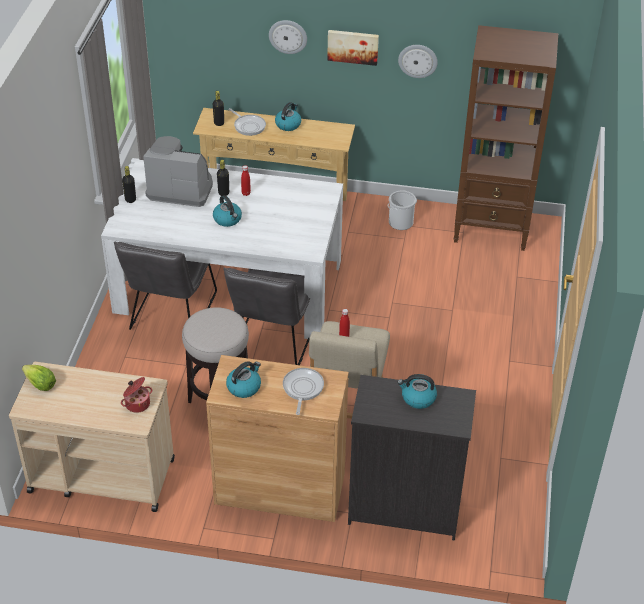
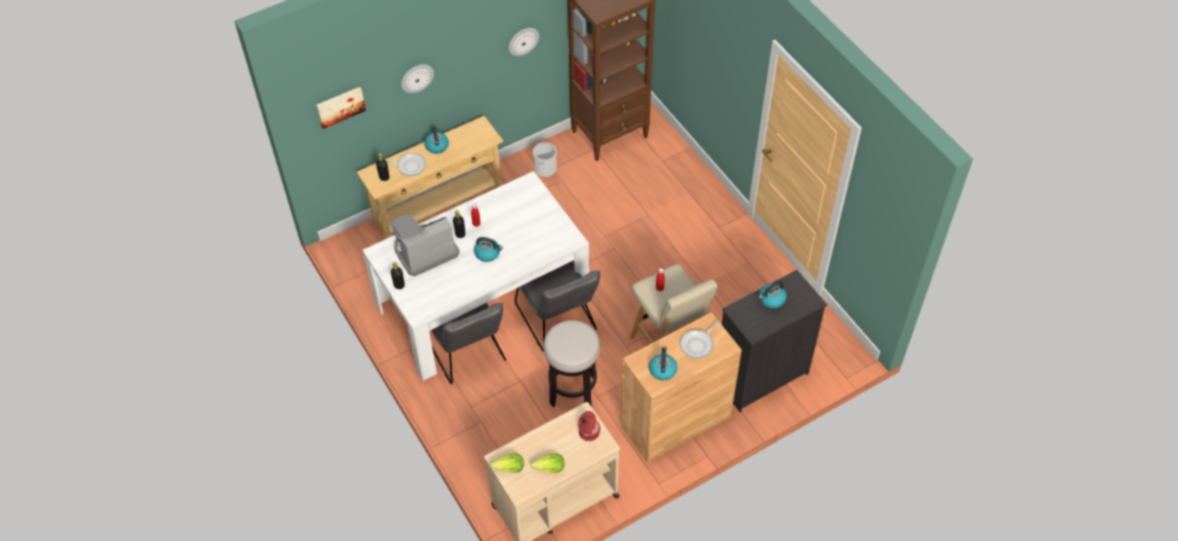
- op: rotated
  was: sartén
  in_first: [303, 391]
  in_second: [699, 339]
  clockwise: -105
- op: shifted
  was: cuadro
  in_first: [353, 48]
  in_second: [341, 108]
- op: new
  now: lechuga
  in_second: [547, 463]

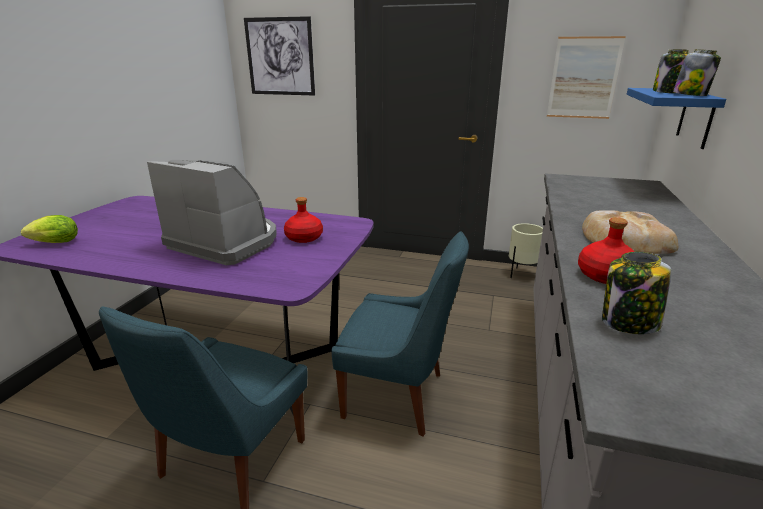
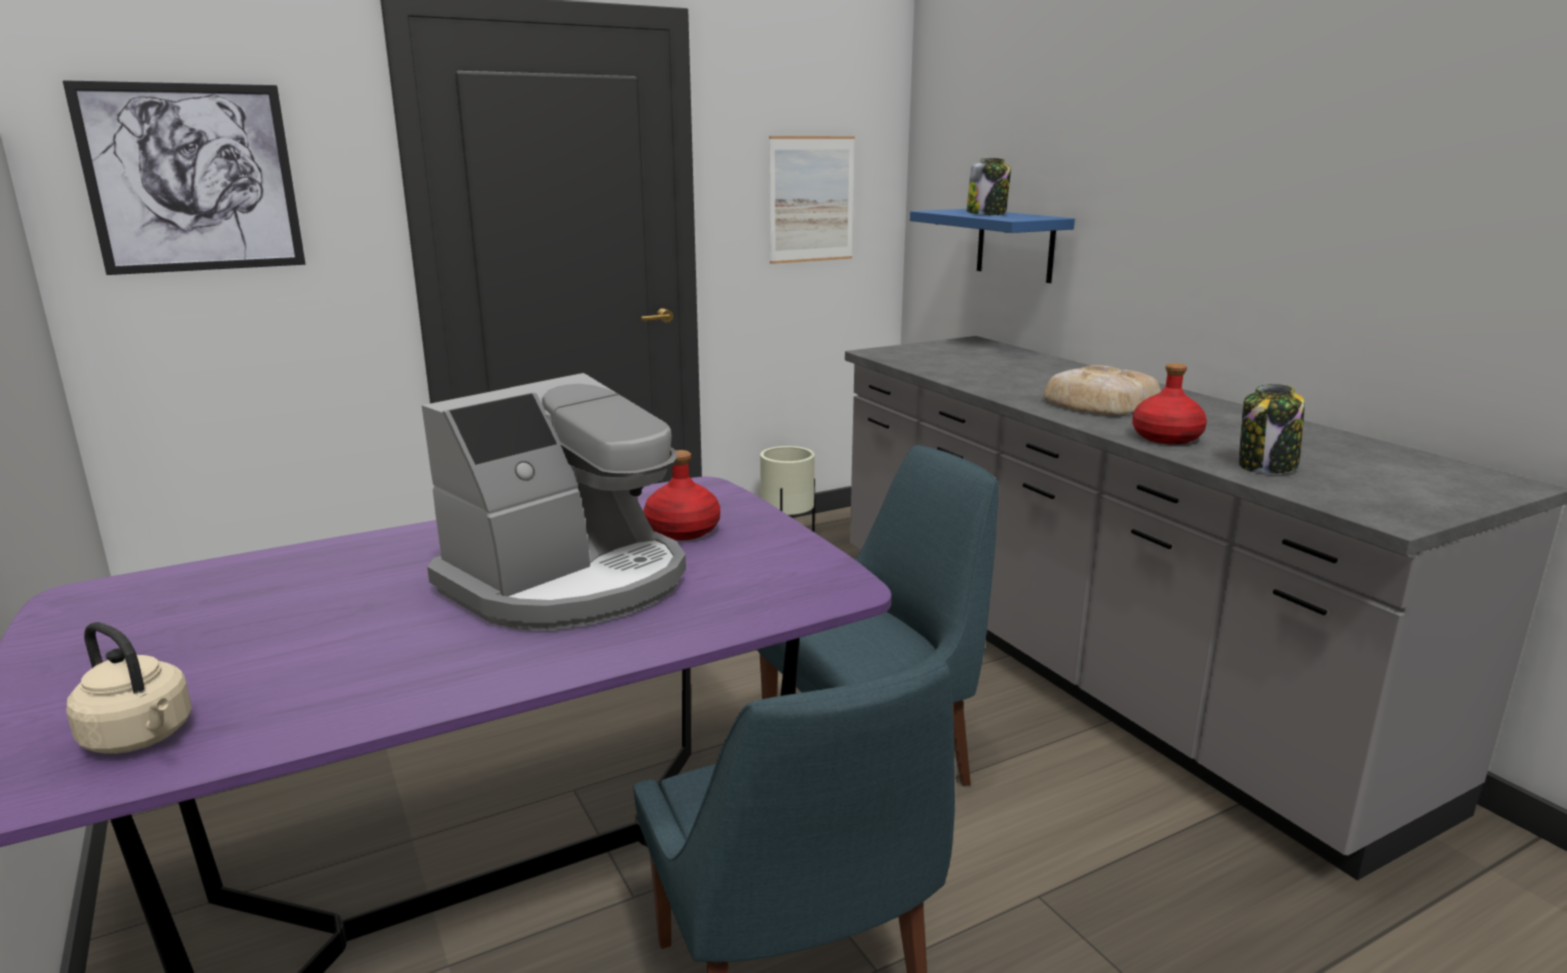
- op: swapped
  was: lechuga
  now: hervidor [beis]
  in_first: [49, 229]
  in_second: [129, 688]
- op: rotated
  was: cafetera
  in_first: [212, 212]
  in_second: [553, 502]
  clockwise: 150
- op: gone
  was: tarro
  in_first: [697, 72]

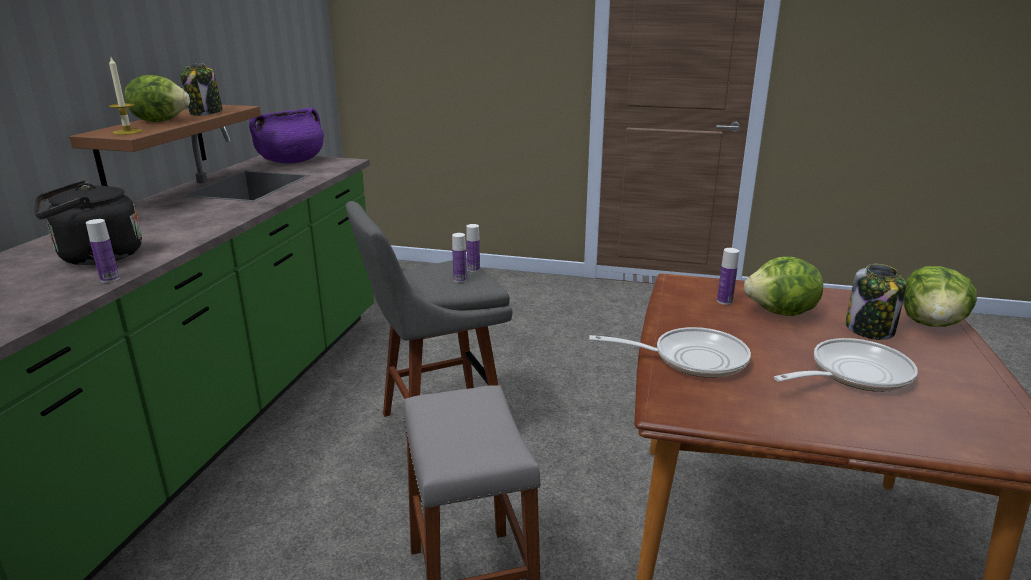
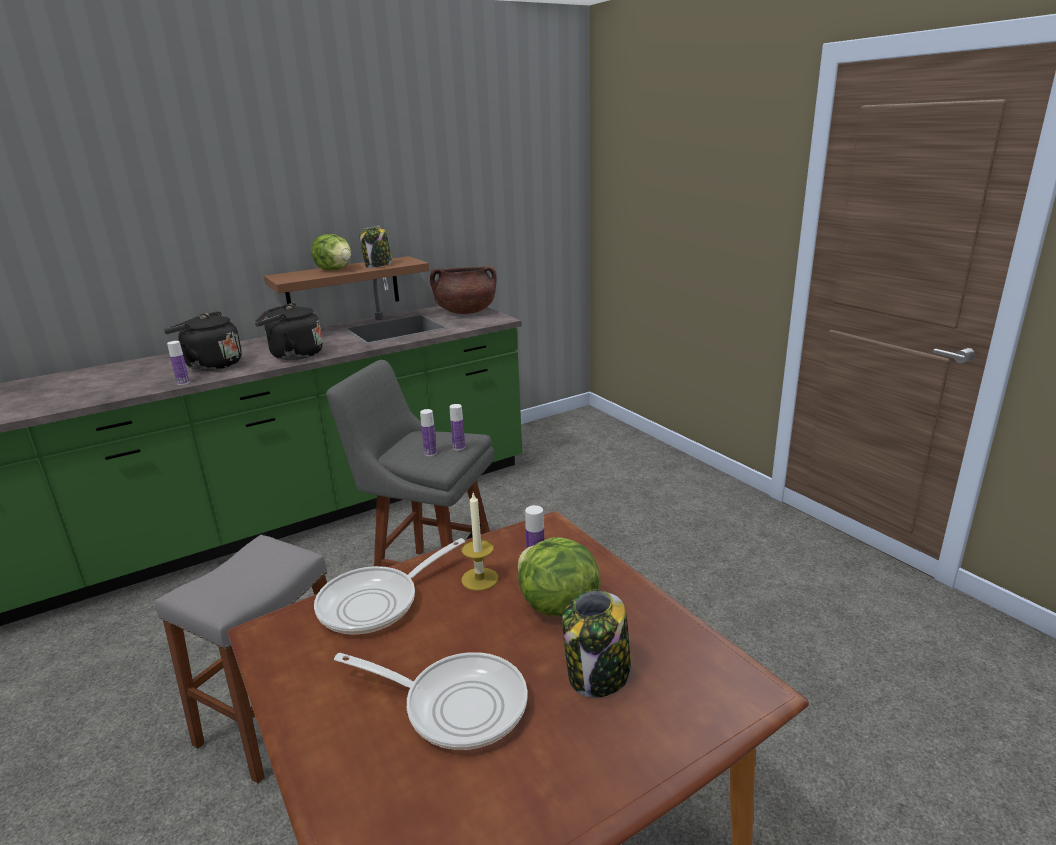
- op: shifted
  was: vela
  in_first: [126, 96]
  in_second: [479, 542]
- op: repainted
  was: olla [morado]
  now: olla [marrón]
  in_first: [286, 135]
  in_second: [463, 290]
- op: rotated
  was: sartén
  in_first: [670, 352]
  in_second: [389, 586]
  clockwise: 90
- op: gone
  was: lechuga
  in_first: [940, 296]
- op: new
  now: hervidor [negro]
  in_second: [289, 331]

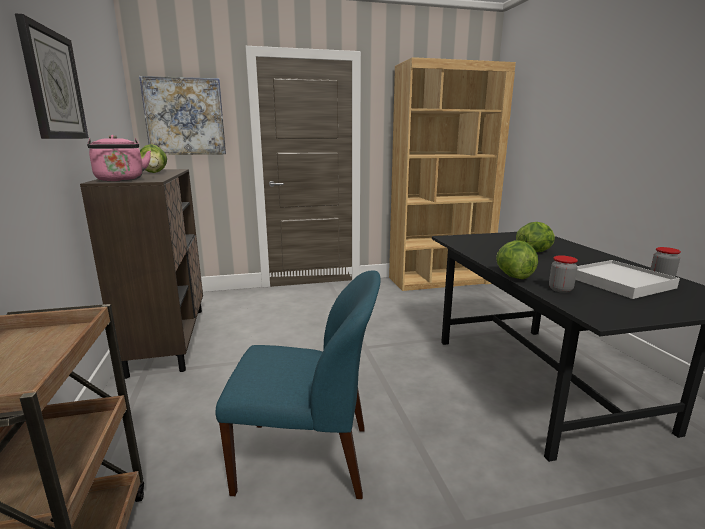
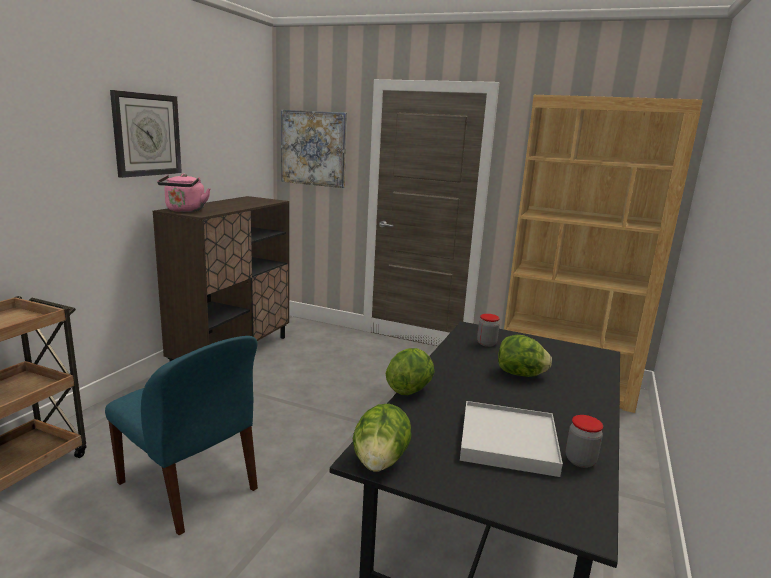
- op: shifted
  was: lechuga
  in_first: [153, 158]
  in_second: [382, 438]
- op: shifted
  was: tarro
  in_first: [563, 274]
  in_second: [488, 330]

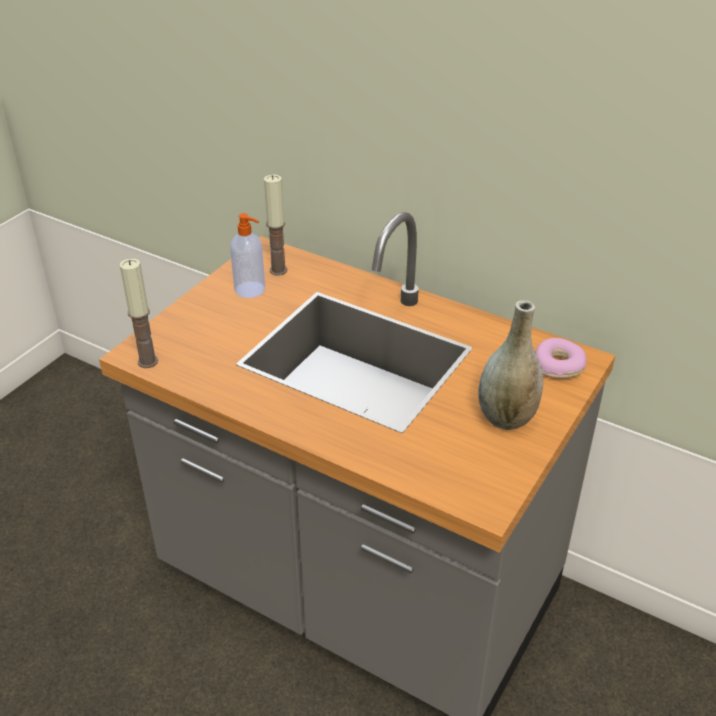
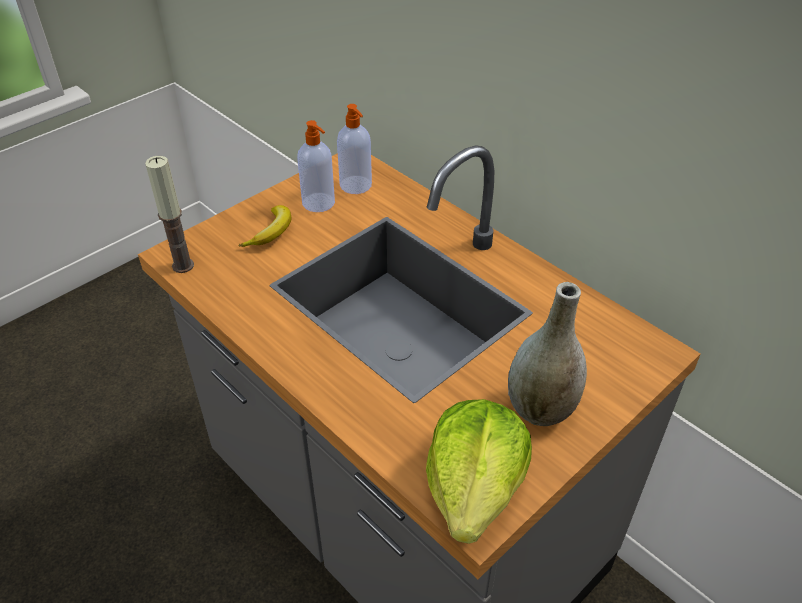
- op: swapped
  was: vela
  now: dispensador de jabón
  in_first: [276, 225]
  in_second: [354, 149]
- op: gone
  was: rosquilla
  in_first: [561, 358]
- op: new
  now: plátano
  in_second: [265, 226]
- op: new
  now: lechuga
  in_second: [479, 471]

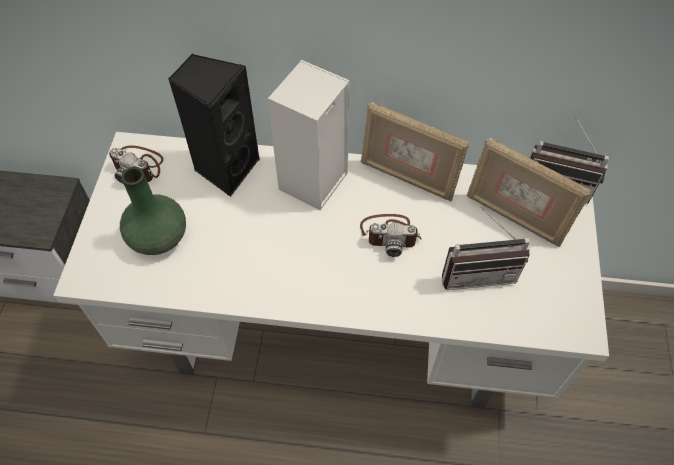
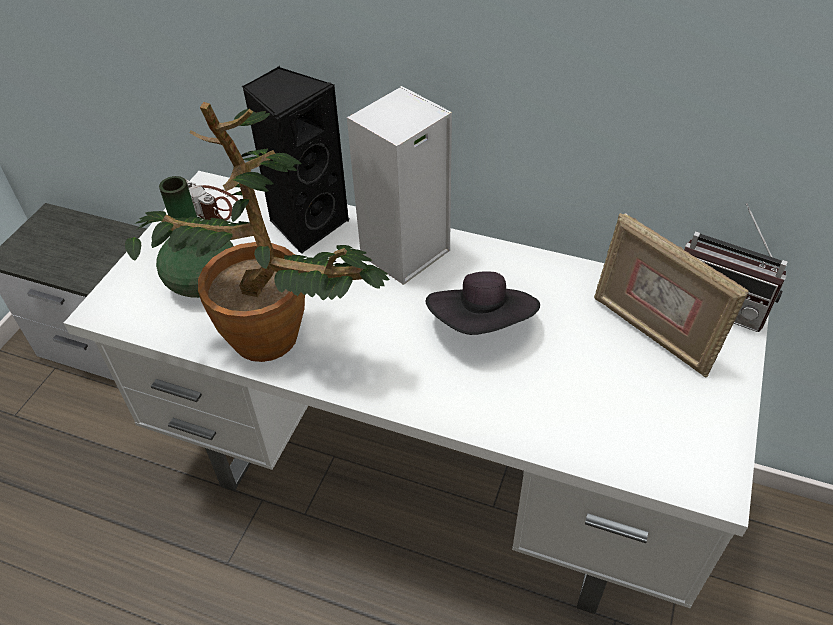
- op: swapped
  was: cámara
  now: sombrero [negro]
  in_first: [391, 235]
  in_second: [482, 303]
- op: gone
  was: portarretratos
  in_first: [415, 152]
- op: gone
  was: radio
  in_first: [486, 248]
- op: new
  now: planta en maceta
  in_second: [257, 232]

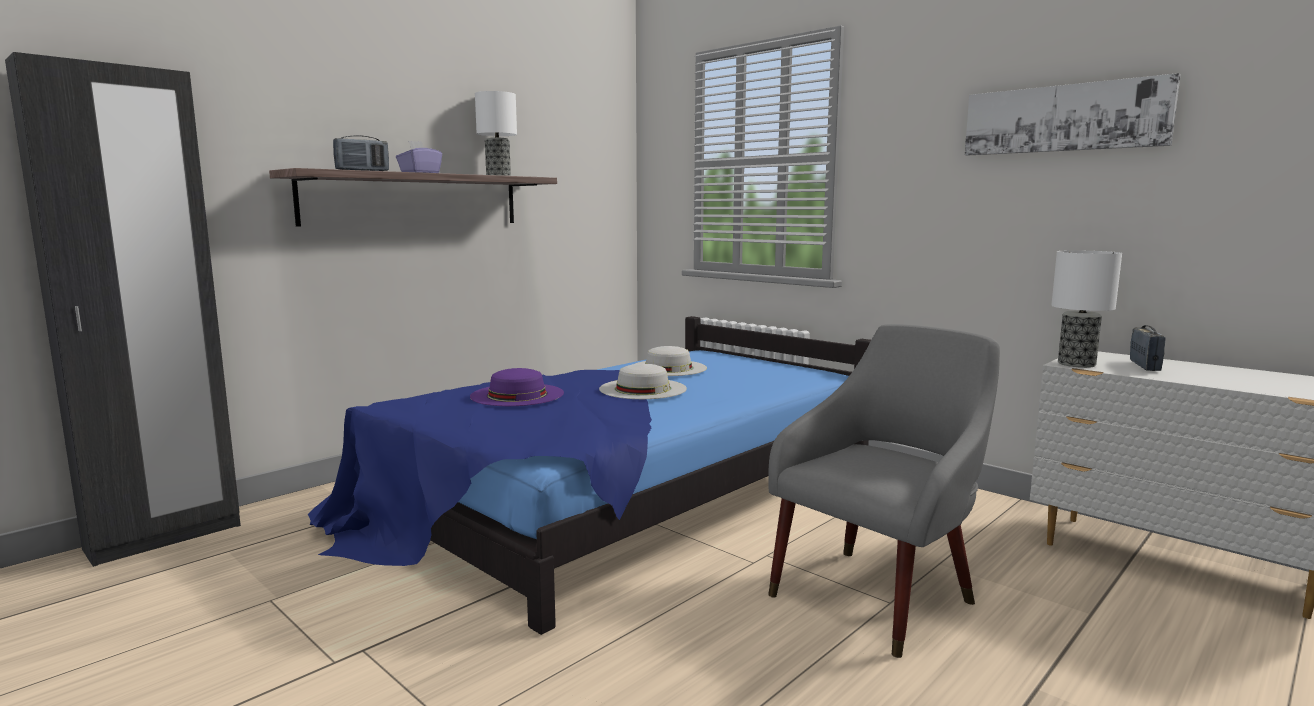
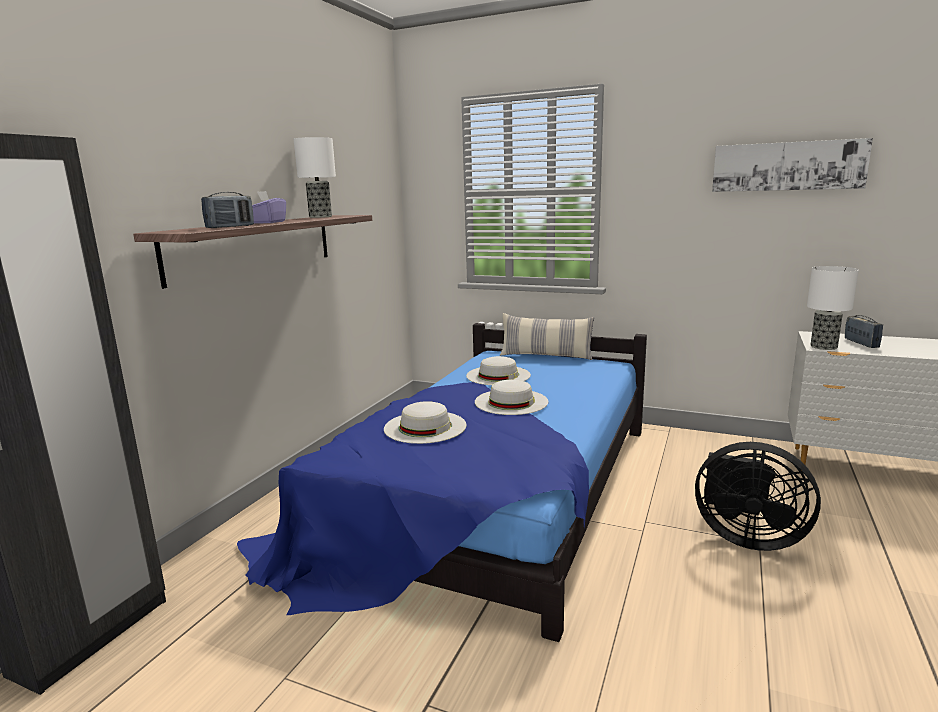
- op: repainted
  was: sombrero [morado]
  now: sombrero [blanco]
  in_first: [517, 387]
  in_second: [425, 422]
- op: swapped
  was: sillón [gris]
  now: ventilador [negro]
  in_first: [884, 491]
  in_second: [758, 496]
- op: new
  now: cojín
  in_second: [547, 336]

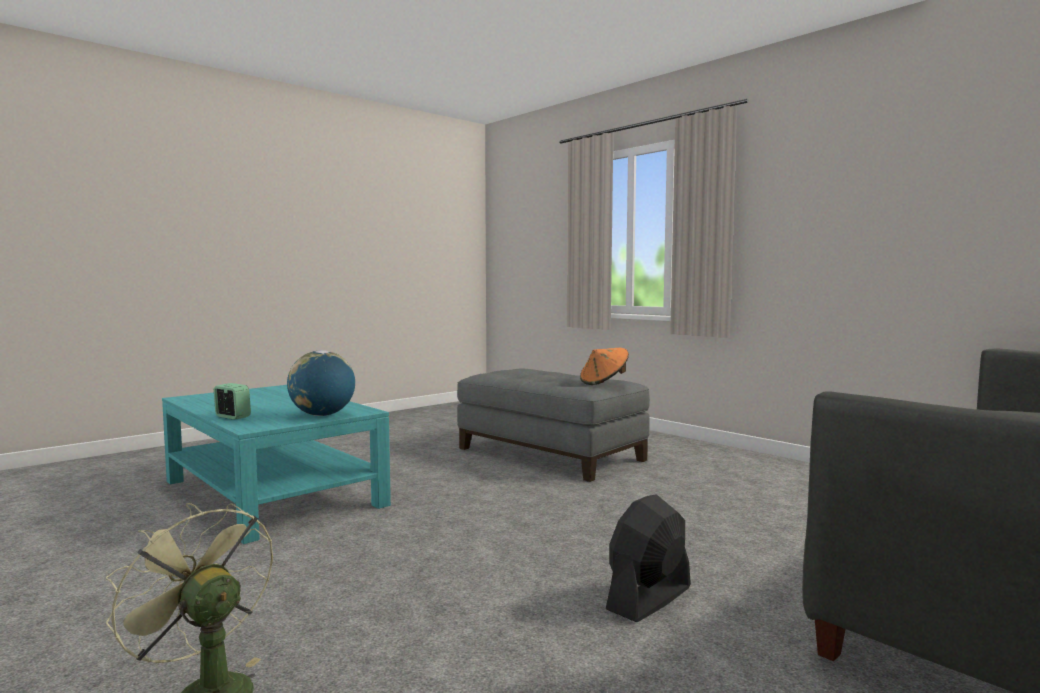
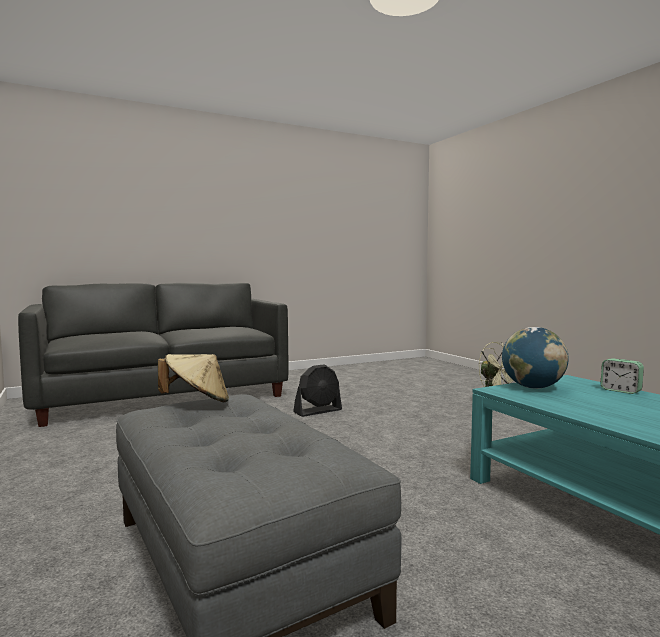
- op: repainted
  was: sombrero [naranja]
  now: sombrero [beis]
  in_first: [604, 366]
  in_second: [193, 378]

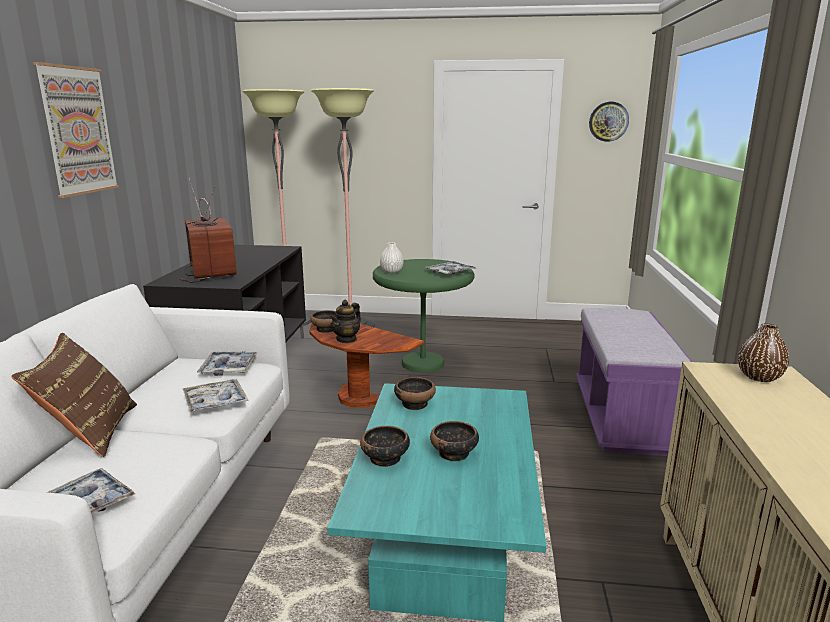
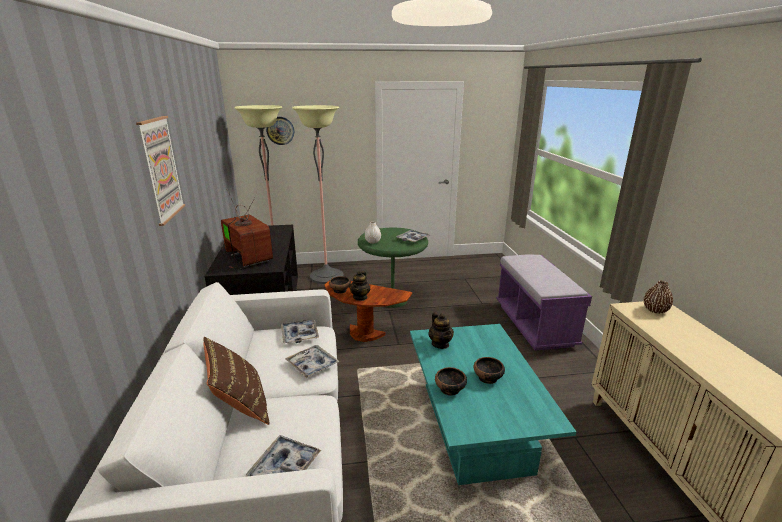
- op: swapped
  was: cuenco
  now: tetera
  in_first: [415, 393]
  in_second: [441, 330]
- op: shifted
  was: reloj de pared
  in_first: [609, 122]
  in_second: [280, 131]

